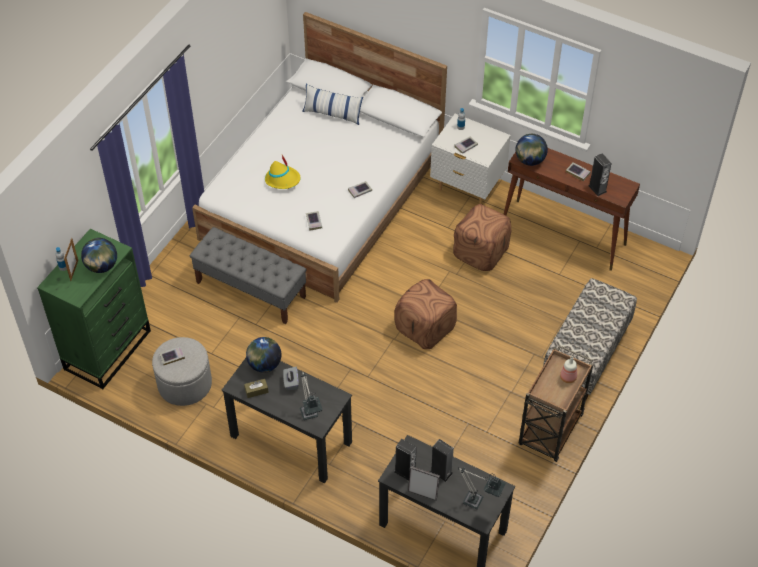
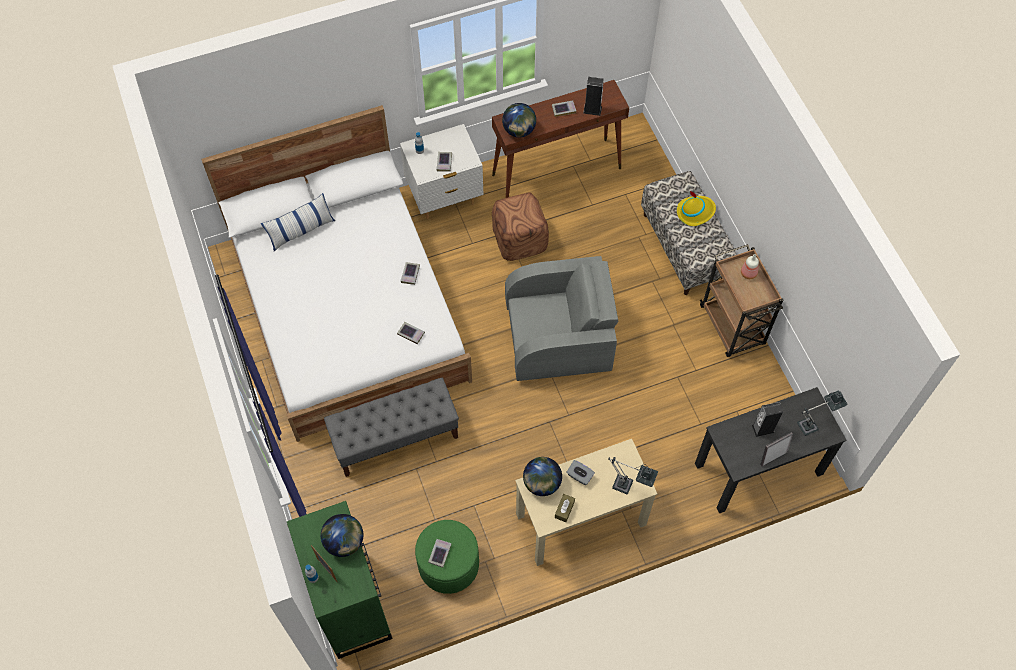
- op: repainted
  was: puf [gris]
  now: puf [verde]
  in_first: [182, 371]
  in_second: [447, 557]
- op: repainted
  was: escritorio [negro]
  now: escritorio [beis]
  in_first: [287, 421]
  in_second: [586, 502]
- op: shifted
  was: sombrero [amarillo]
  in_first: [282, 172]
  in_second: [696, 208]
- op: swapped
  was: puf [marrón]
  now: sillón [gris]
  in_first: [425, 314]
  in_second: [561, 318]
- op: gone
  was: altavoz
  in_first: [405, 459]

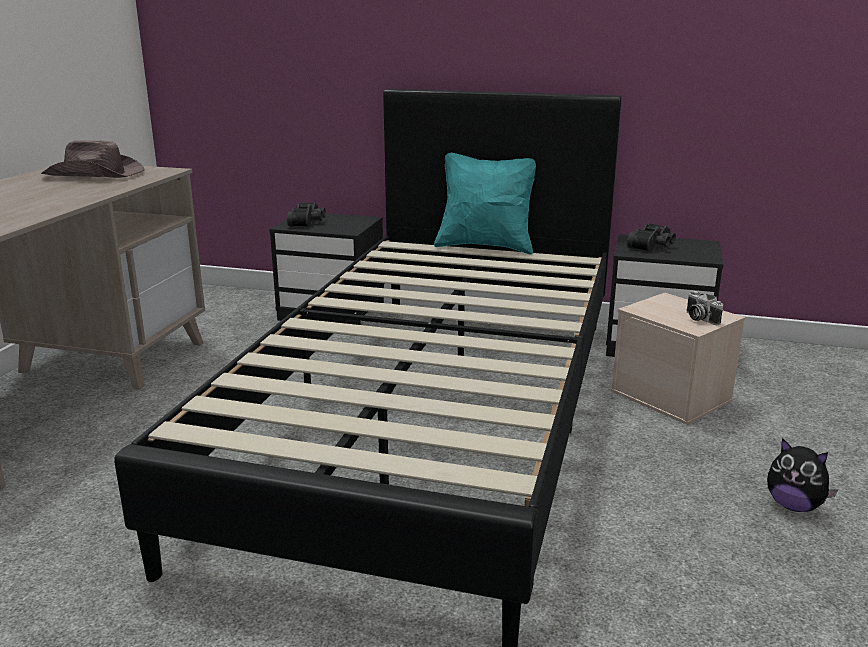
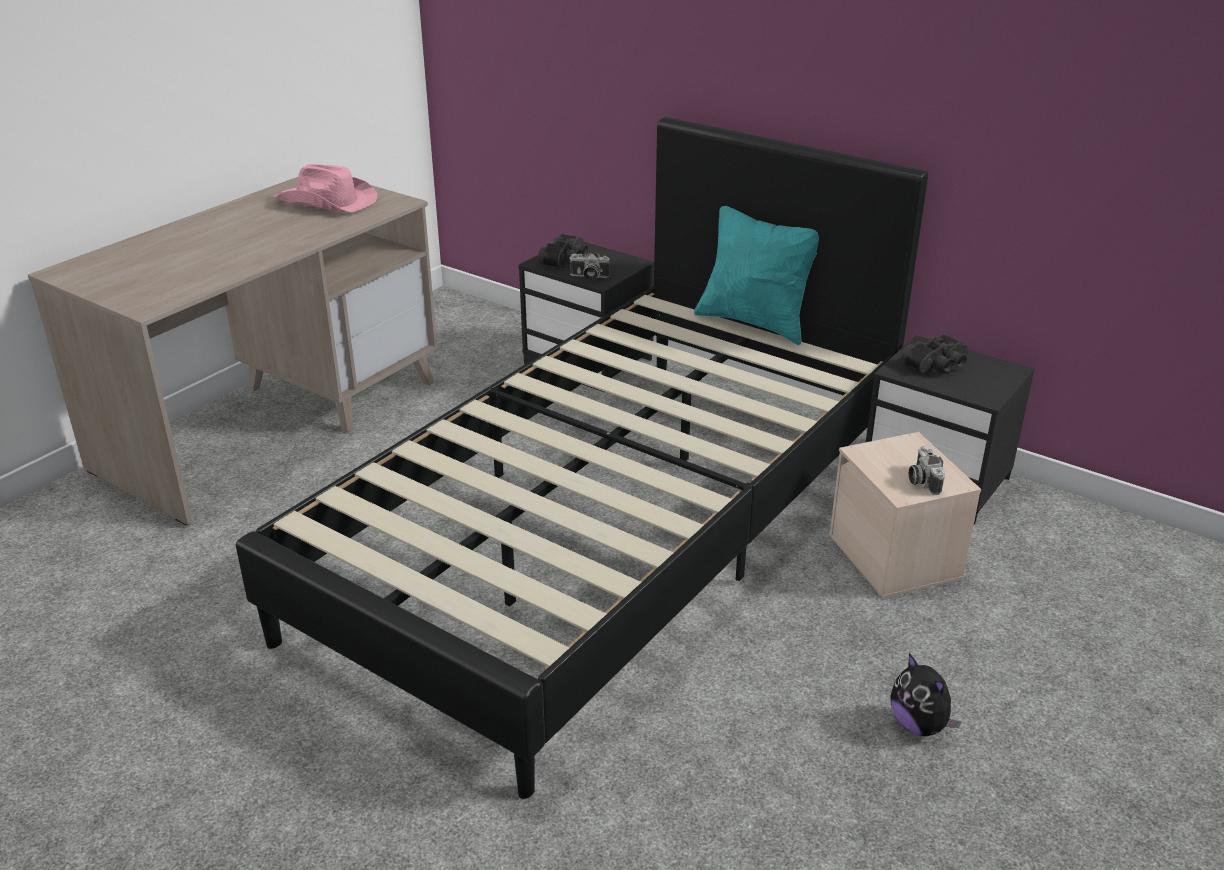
- op: repainted
  was: sombrero [marrón]
  now: sombrero [rosa]
  in_first: [93, 159]
  in_second: [325, 188]
- op: new
  now: cámara
  in_second: [589, 266]

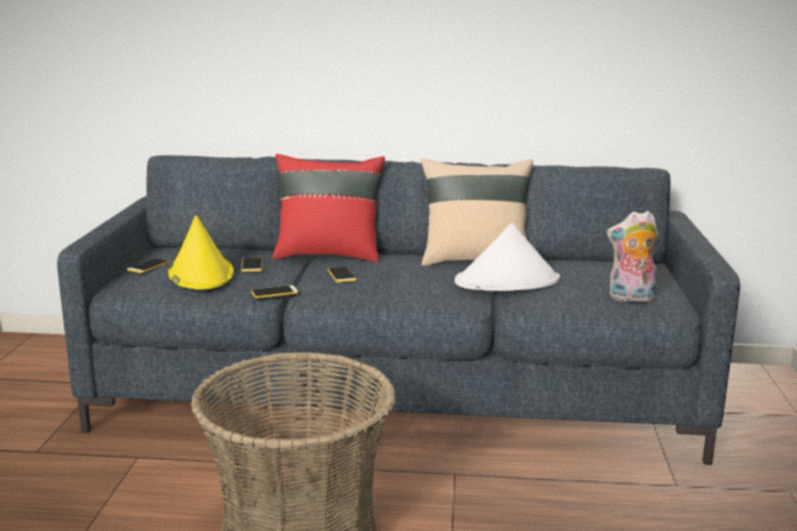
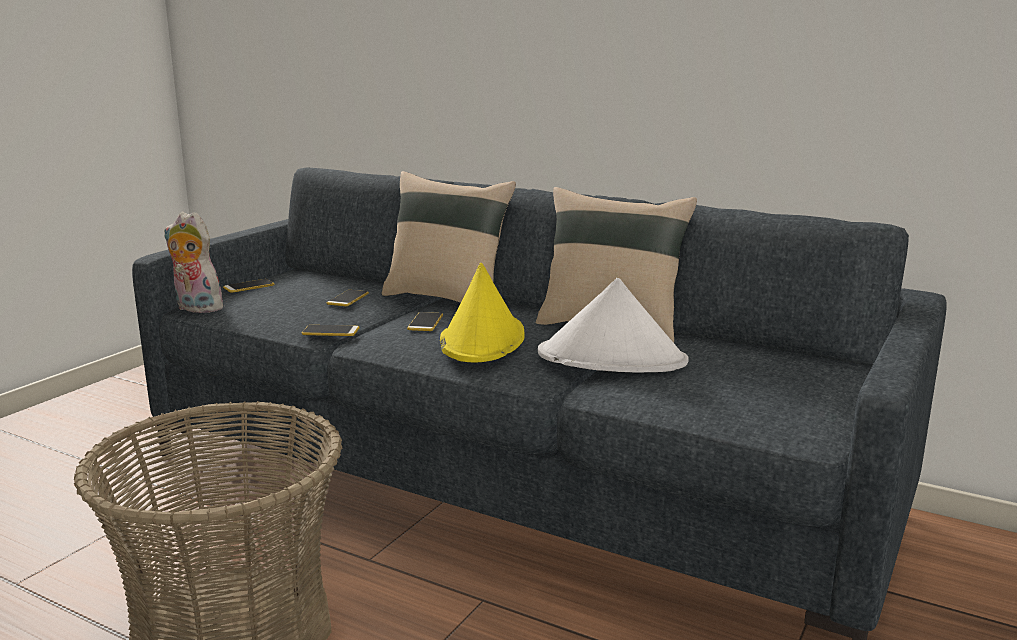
- op: shifted
  was: sombrero [amarillo]
  in_first: [201, 252]
  in_second: [482, 312]
- op: repainted
  was: cojín [rojo]
  now: cojín [beis]
  in_first: [328, 208]
  in_second: [449, 237]
- op: shifted
  was: peluche
  in_first: [633, 256]
  in_second: [193, 262]

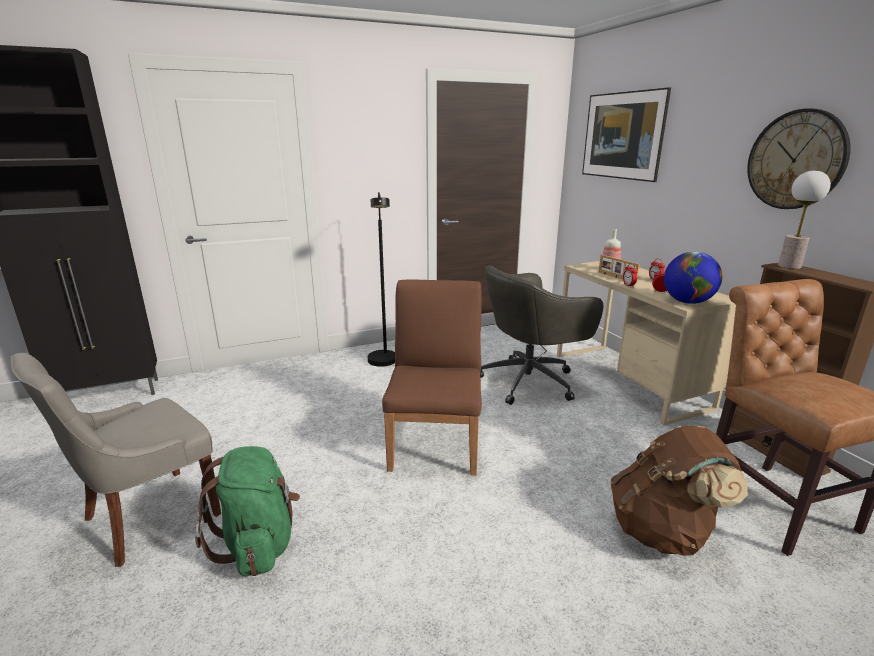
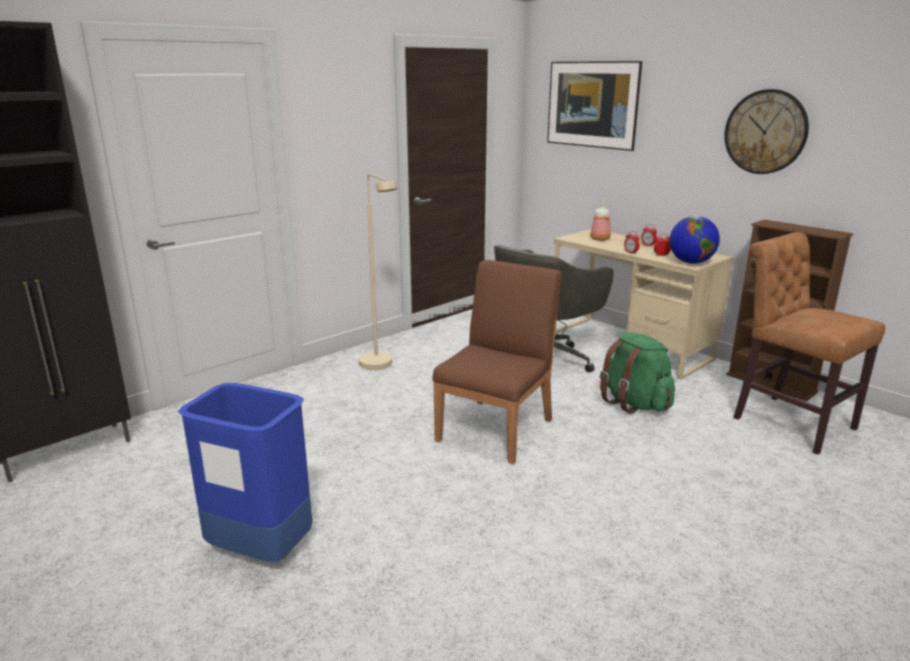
- op: swapped
  was: silla [gris]
  now: papelera [azul]
  in_first: [115, 460]
  in_second: [245, 472]
- op: shifted
  was: mochila [verde]
  in_first: [247, 511]
  in_second: [637, 373]
- op: repainted
  was: lámpara de pie [negro]
  now: lámpara de pie [beis]
  in_first: [381, 279]
  in_second: [378, 272]
- op: rotated
  was: silla [marrón]
  in_first: [432, 377]
  in_second: [497, 362]
  clockwise: 45
- op: gone
  was: portarretratos
  in_first: [619, 269]
- op: gone
  was: mochila [marrón]
  in_first: [679, 491]
- op: gone
  was: lámpara de mesa
  in_first: [804, 219]

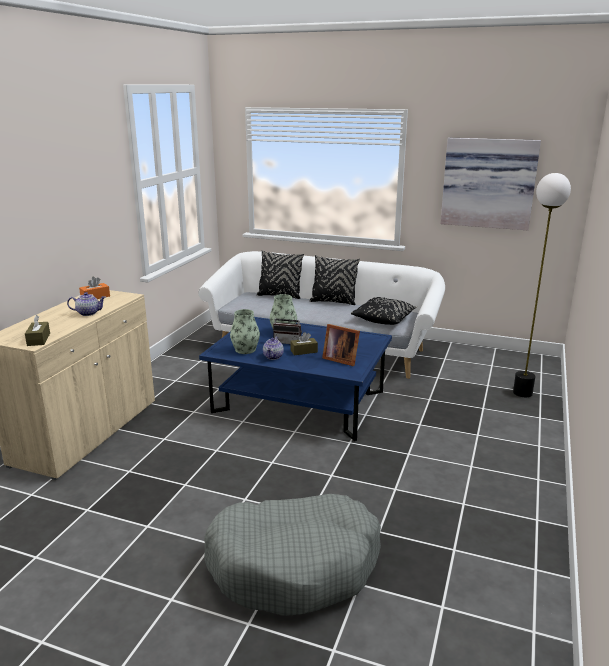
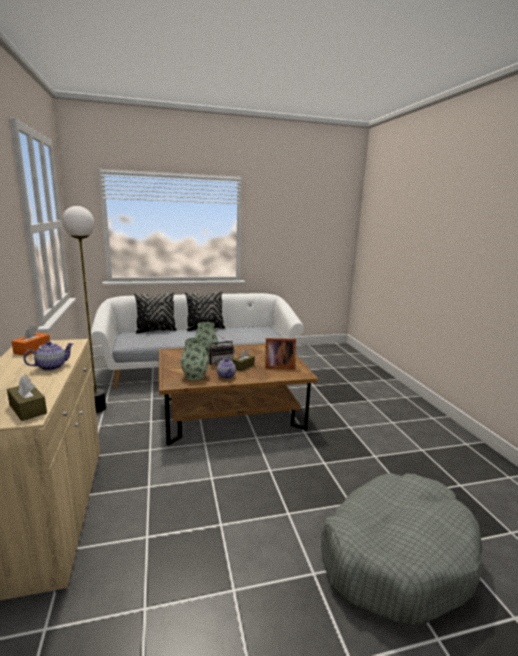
- op: repainted
  was: mesa de centro [azul]
  now: mesa de centro [marrón]
  in_first: [295, 379]
  in_second: [238, 395]
- op: gone
  was: cojín [negro]
  in_first: [384, 311]
- op: gone
  was: cuadro
  in_first: [490, 184]
- op: shifted
  was: lámpara de pie
  in_first: [542, 285]
  in_second: [84, 309]

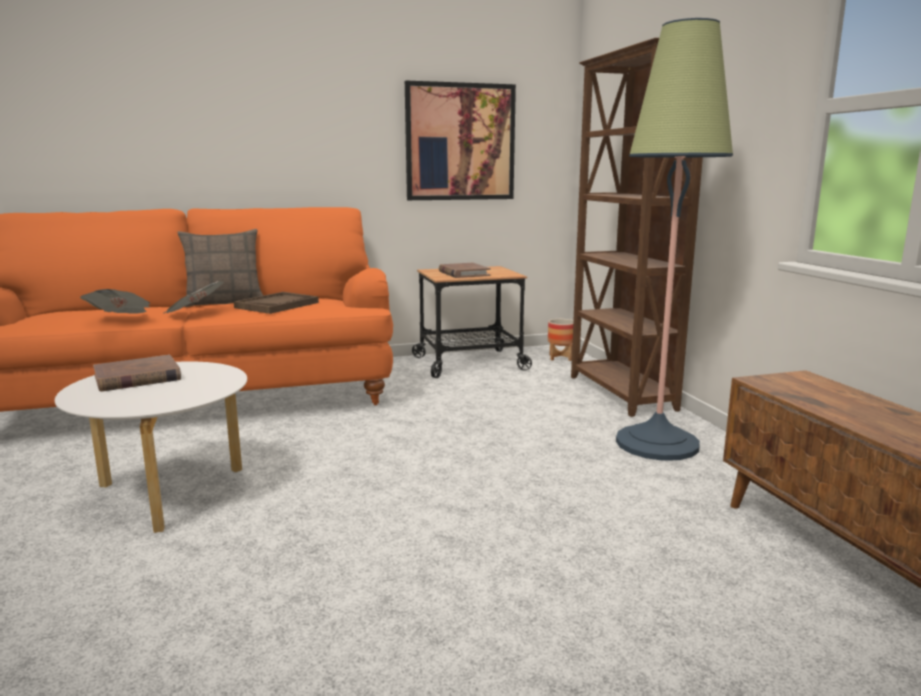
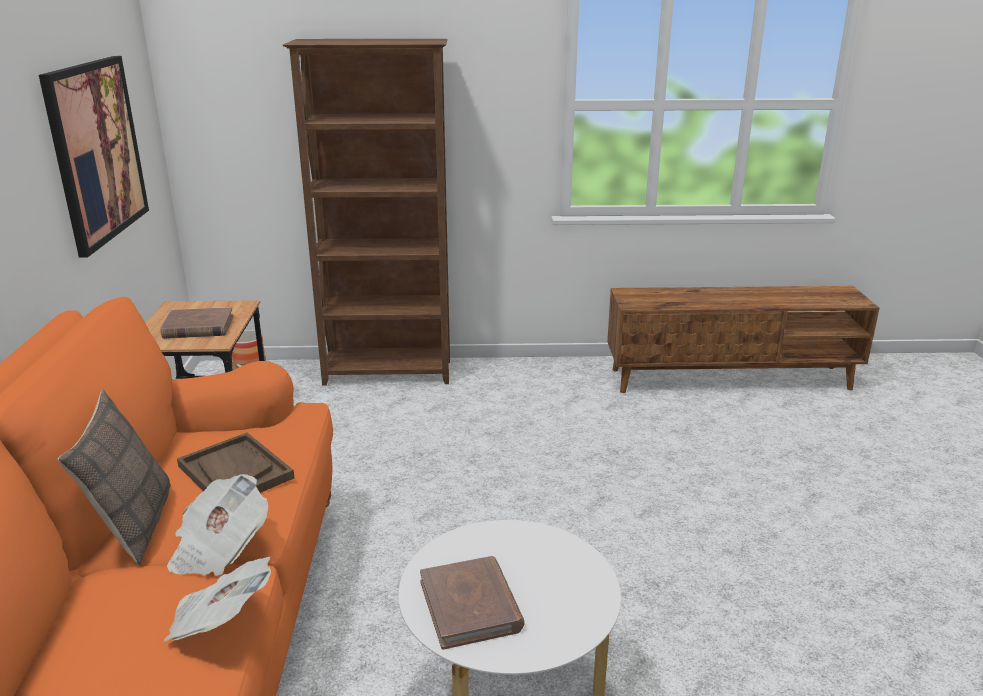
- op: gone
  was: lámpara de pie
  in_first: [674, 239]

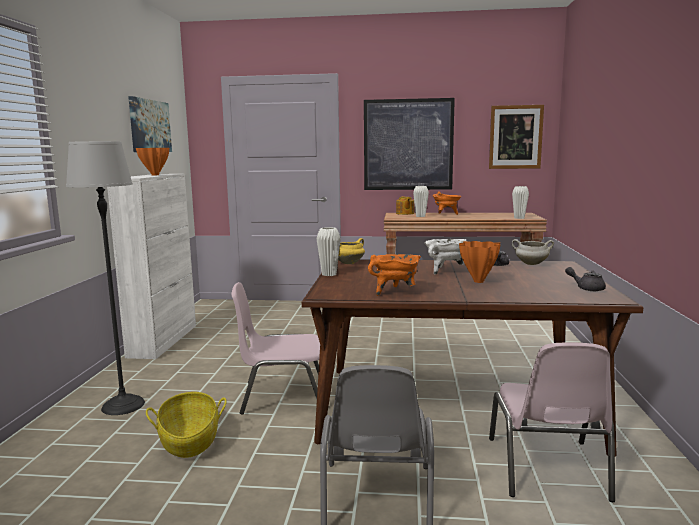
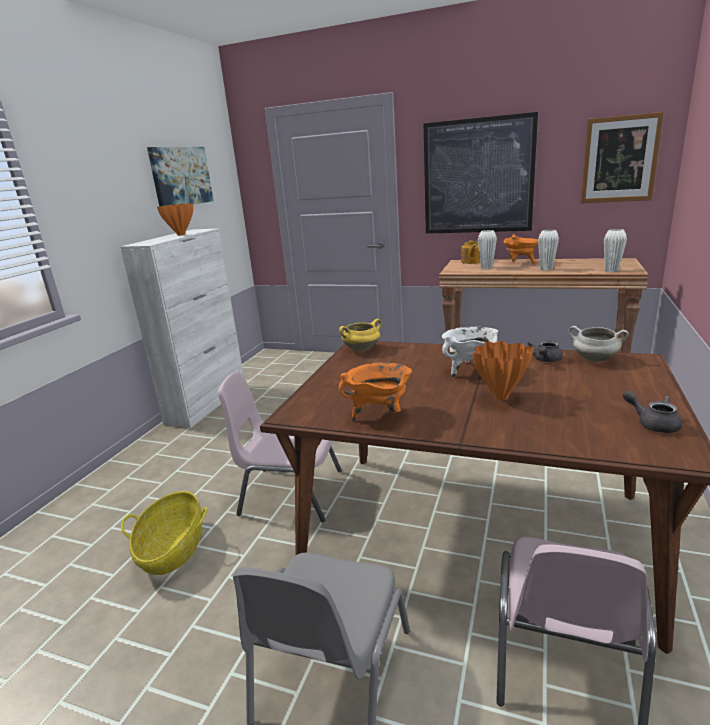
- op: gone
  was: lámpara de pie
  in_first: [105, 278]
- op: shifted
  was: florero [blanco]
  in_first: [328, 251]
  in_second: [548, 250]

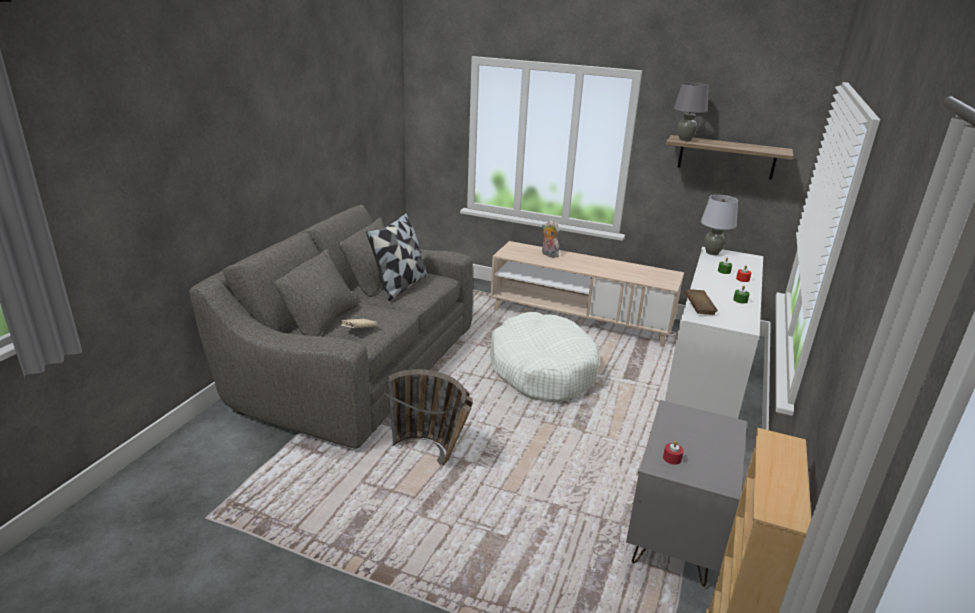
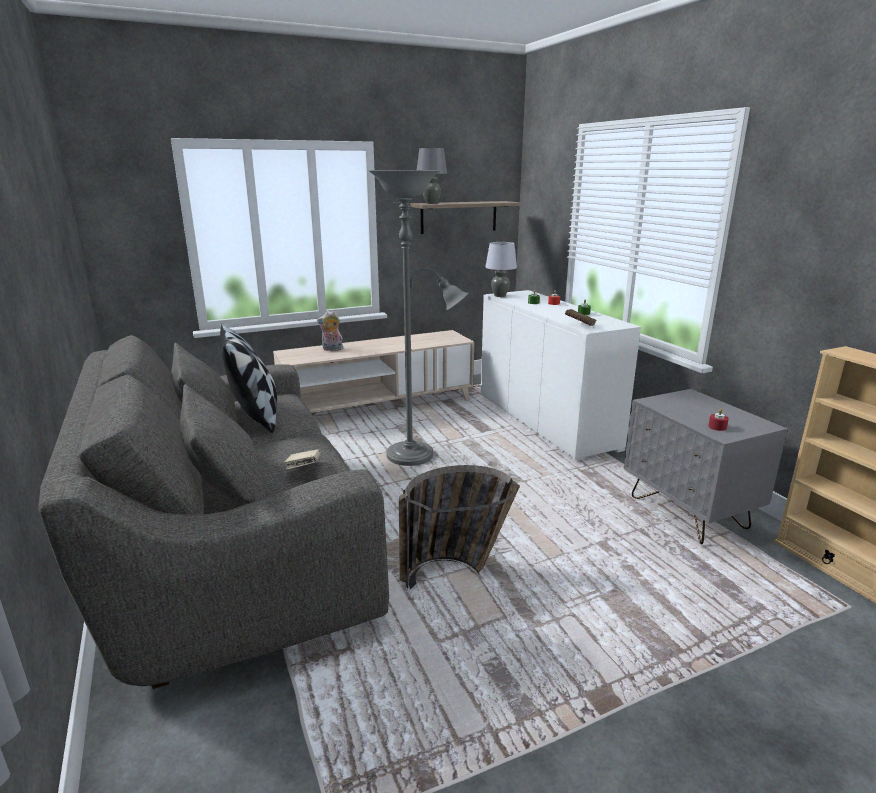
- op: swapped
  was: cama para perro [blanco]
  now: lámpara de pie [gris]
  in_first: [544, 357]
  in_second: [418, 318]

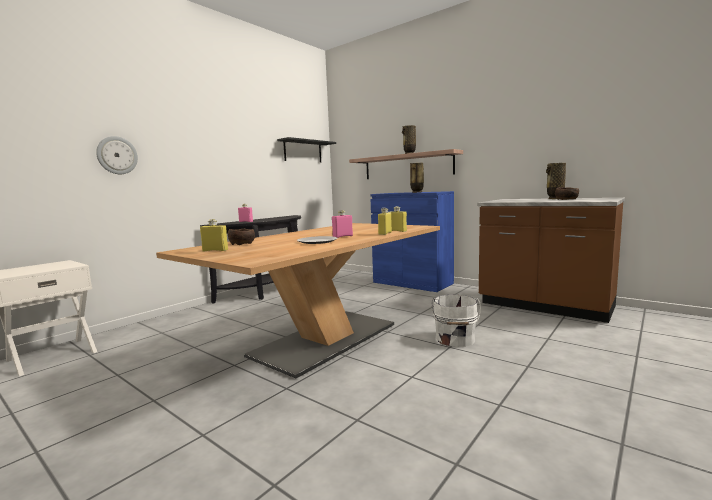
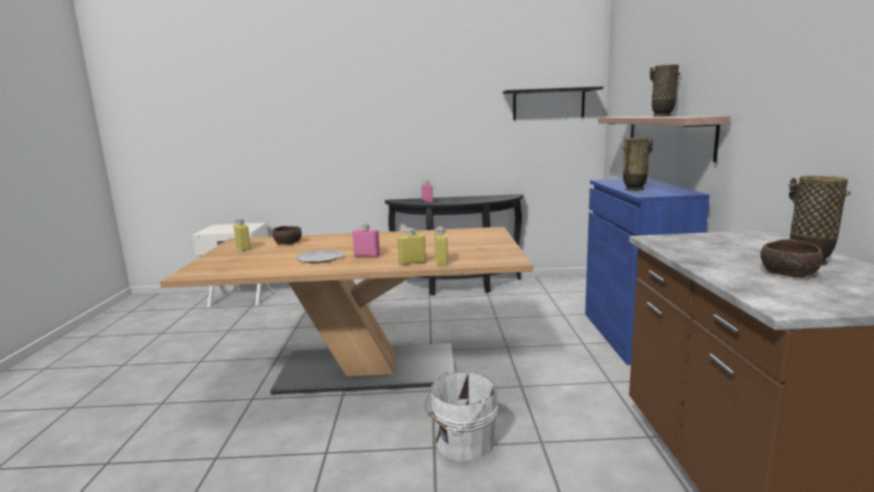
- op: gone
  was: reloj de pared
  in_first: [117, 155]

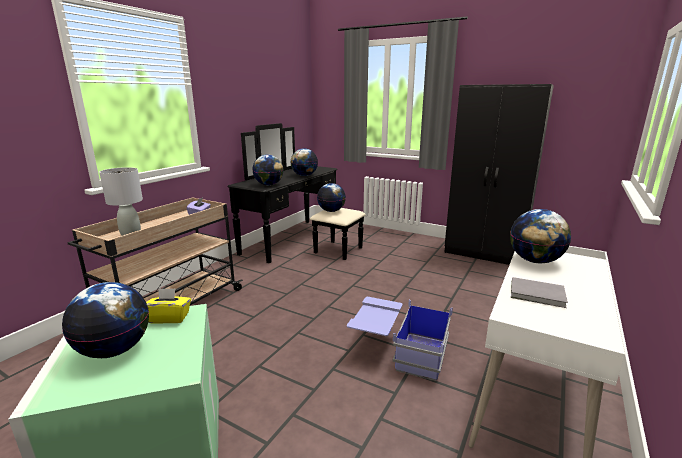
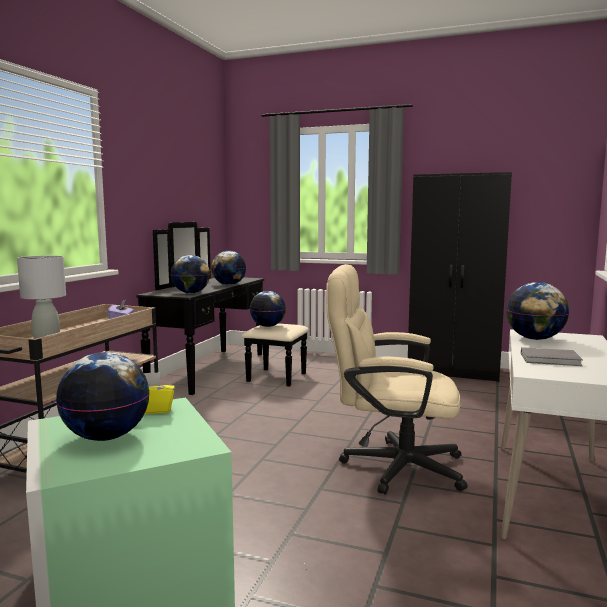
- op: swapped
  was: caja de almacenaje [azul]
  now: silla de oficina [beis]
  in_first: [400, 338]
  in_second: [397, 379]

